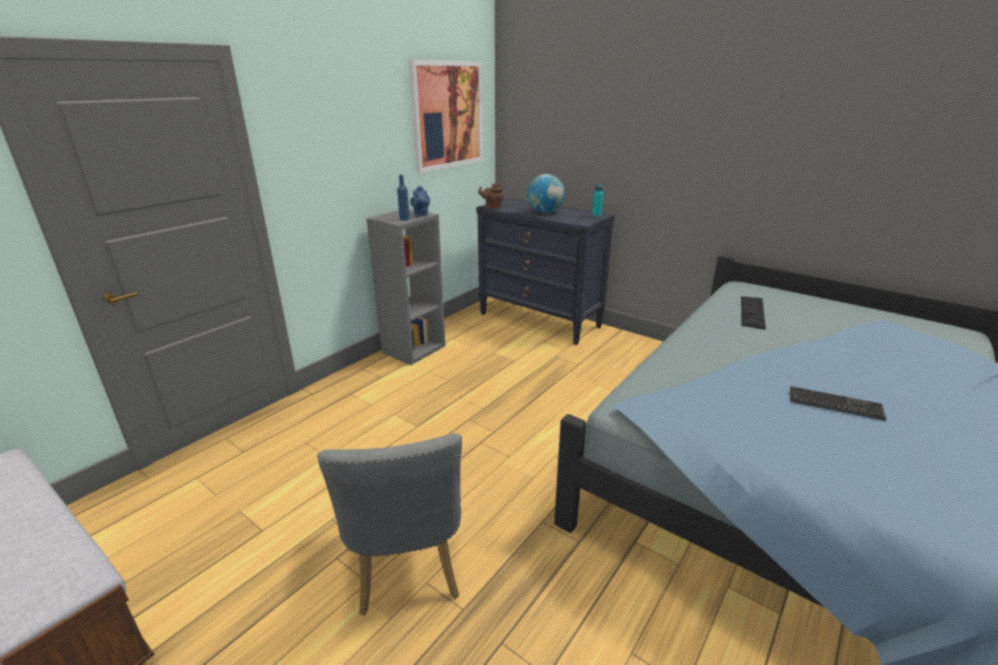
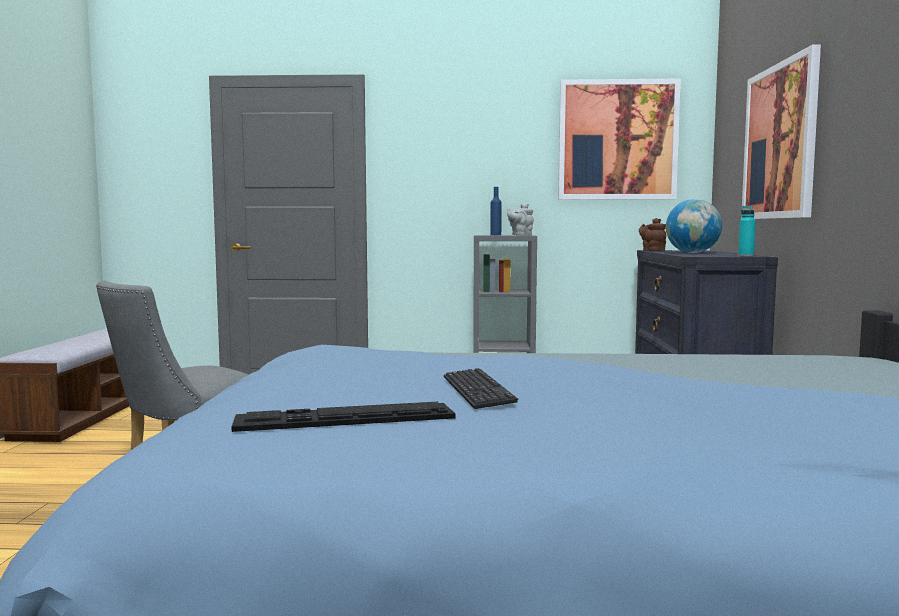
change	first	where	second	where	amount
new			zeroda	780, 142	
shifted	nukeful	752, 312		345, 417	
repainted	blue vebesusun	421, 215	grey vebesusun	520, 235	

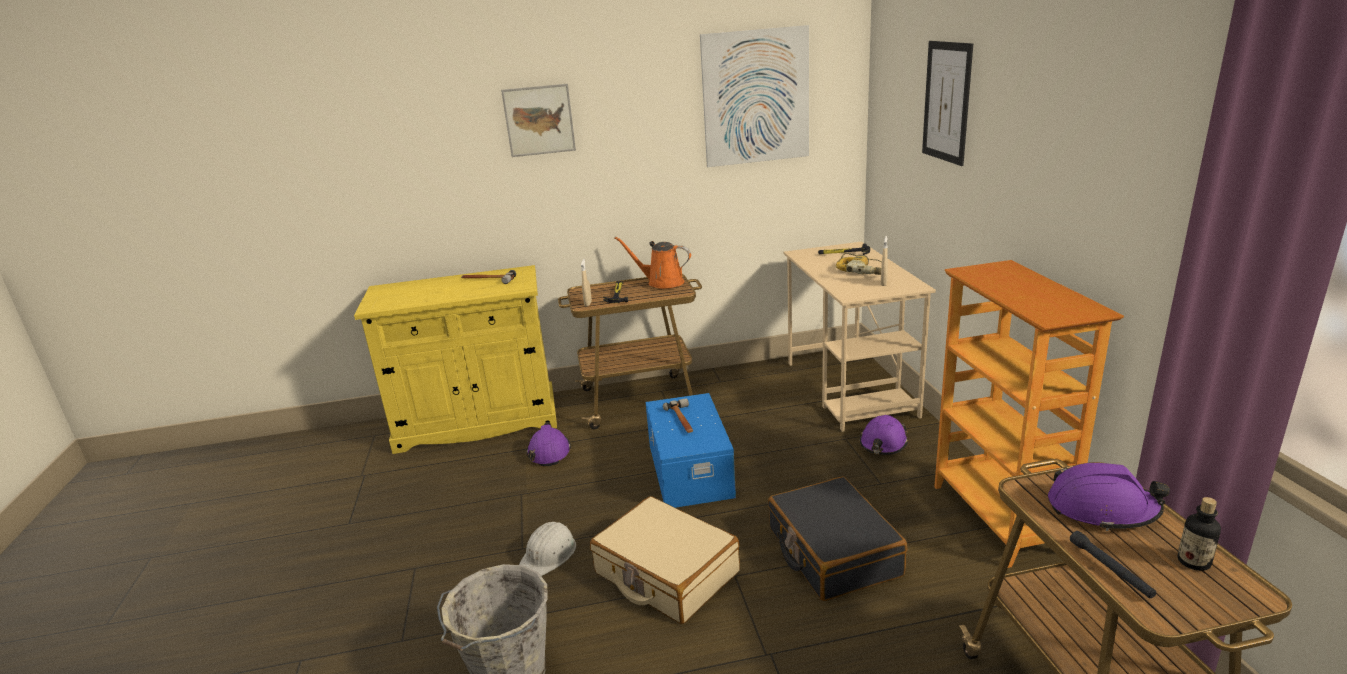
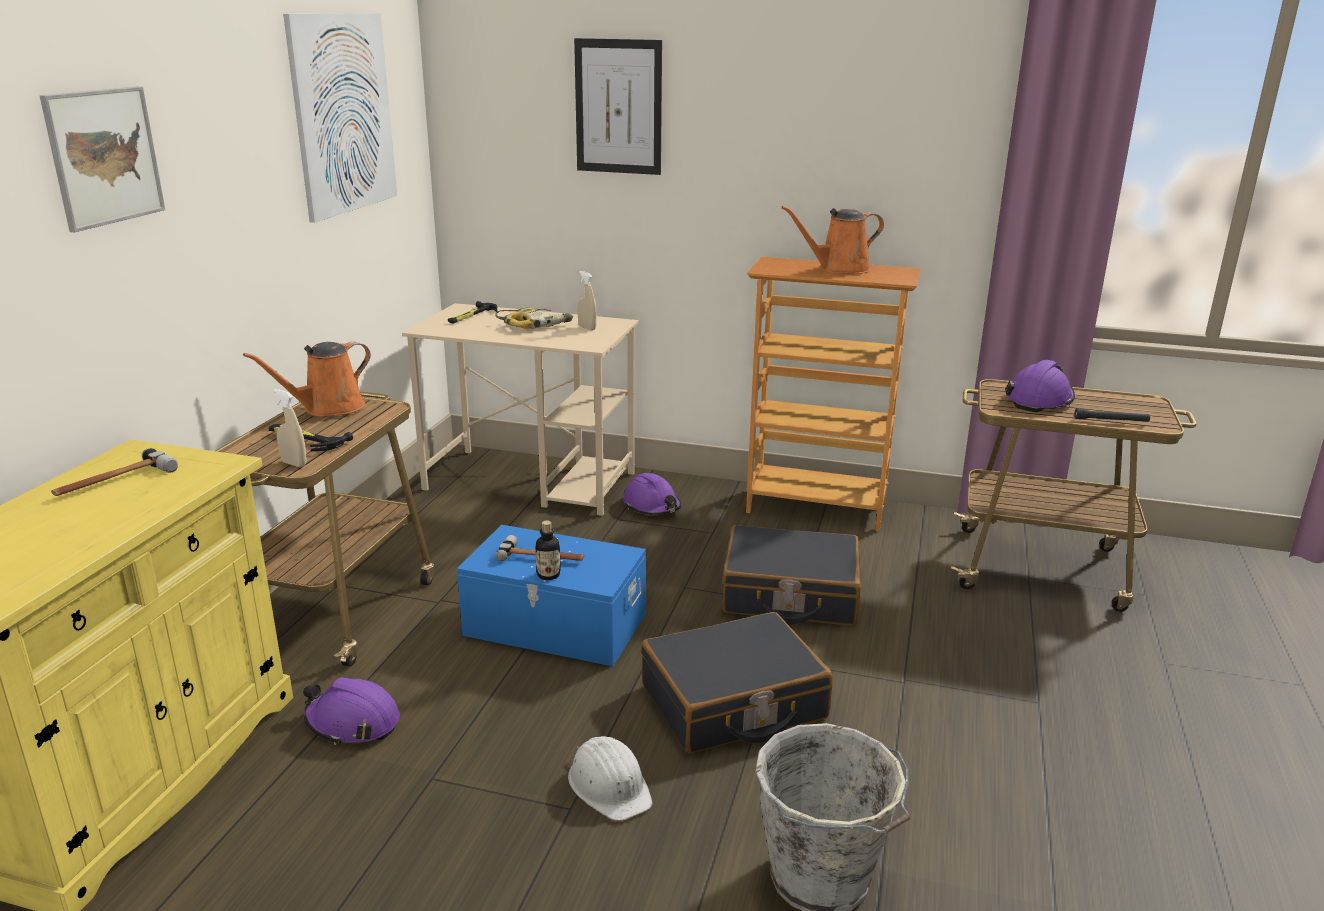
change	first	where	second	where	amount
new			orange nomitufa	839, 269	
shifted	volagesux	1193, 562		548, 575	
repainted	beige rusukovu	666, 573	black rusukovu	733, 703	

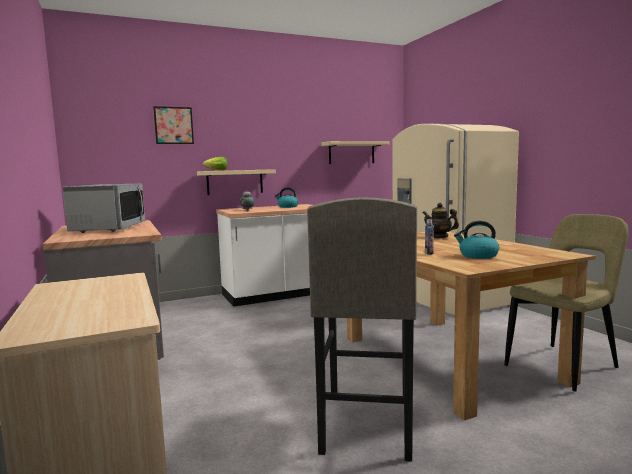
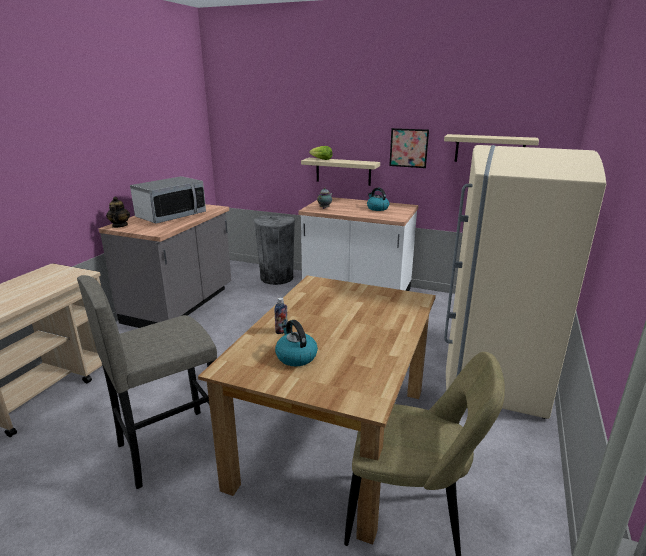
change	first	where	second	where	amount
new			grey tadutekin	277, 278	
shifted	zeroda	173, 125		408, 148	
shifted	vebesusun	439, 237		119, 226	

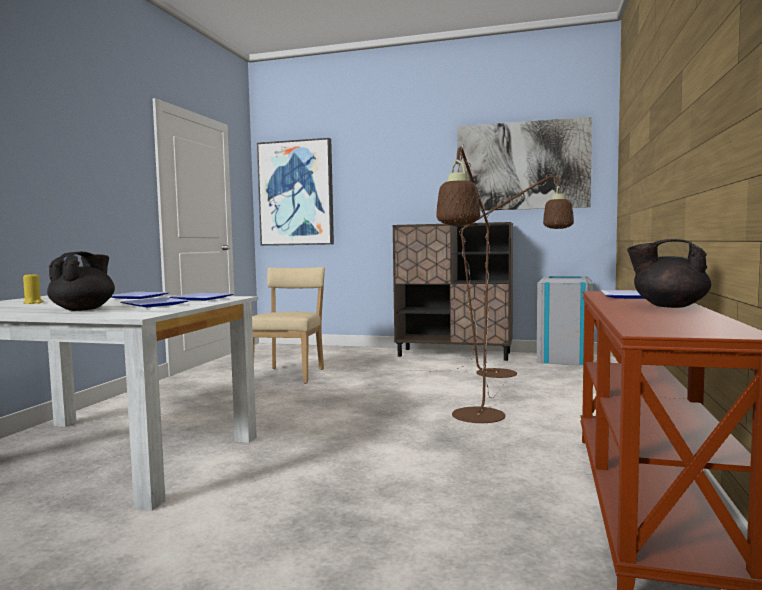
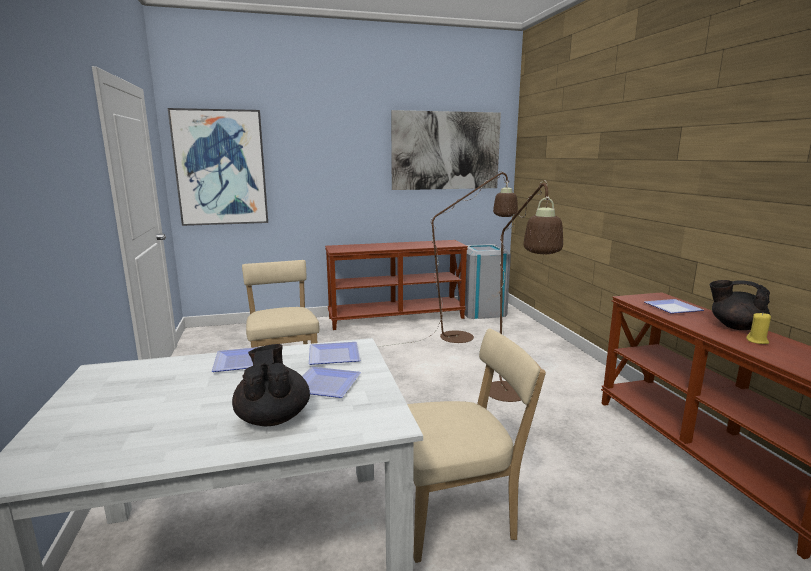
change	first	where	second	where	amount
new			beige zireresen	457, 514	
shifted	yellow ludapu	33, 303		757, 341	
swapped	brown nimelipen	454, 354	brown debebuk	396, 318	
rotated	black vebesusun	668, 306		735, 327	45 degrees clockwise

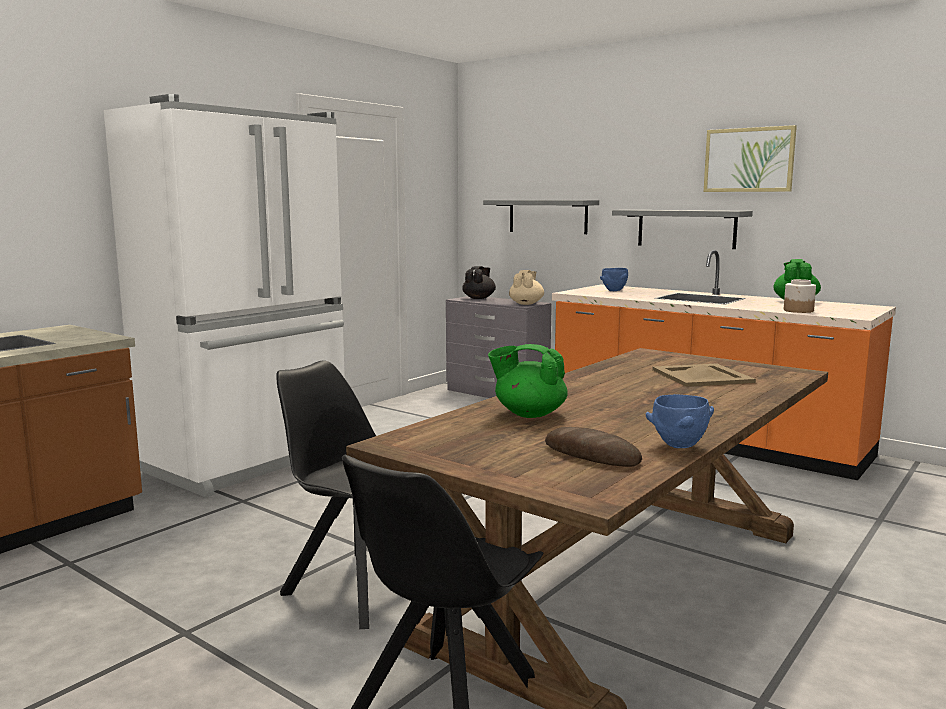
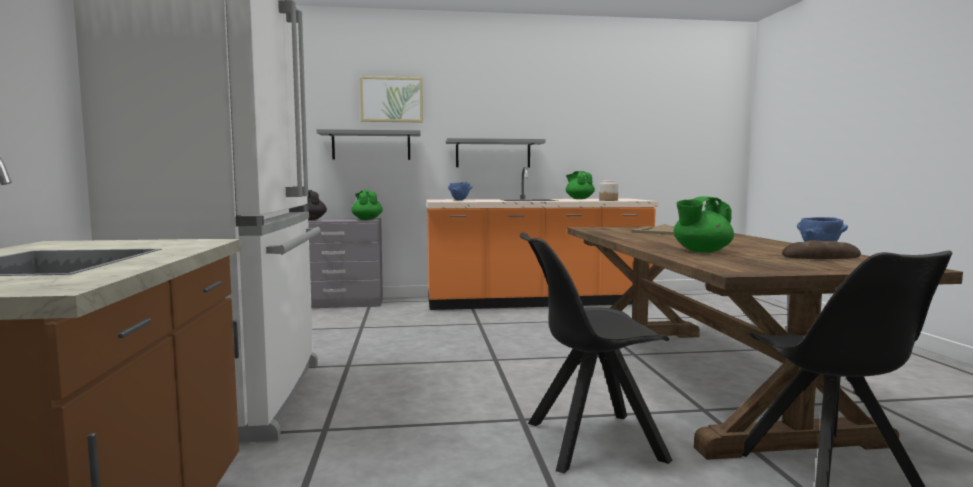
change	first	where	second	where	amount
shifted	zeroda	749, 160		391, 99	
repainted	beige vebesusun	526, 304	green vebesusun	367, 219	

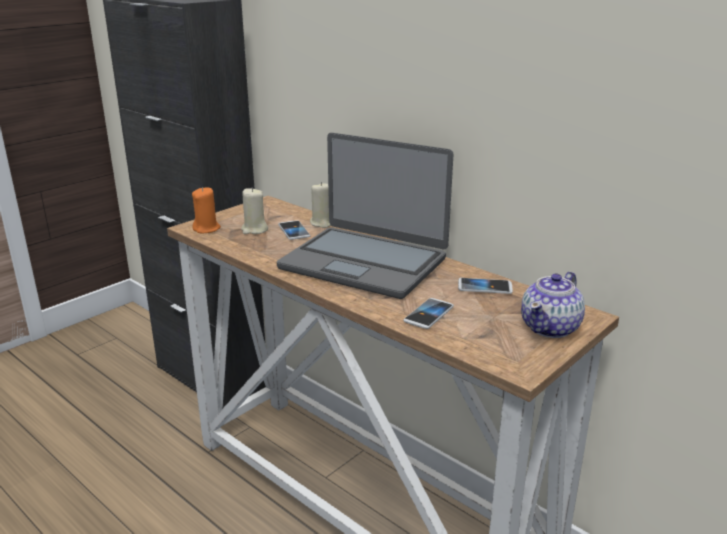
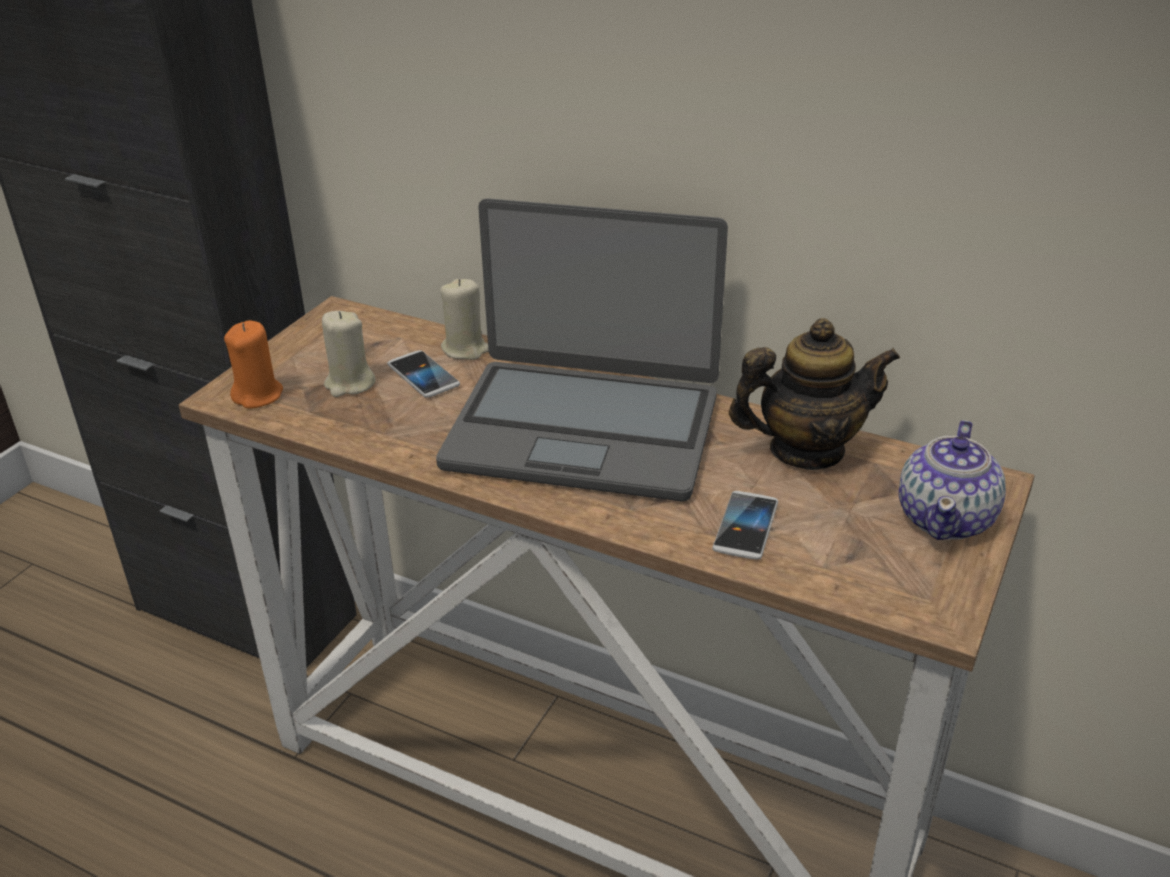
change	first	where	second	where	amount
swapped	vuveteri	484, 287	vebesusun	806, 450	

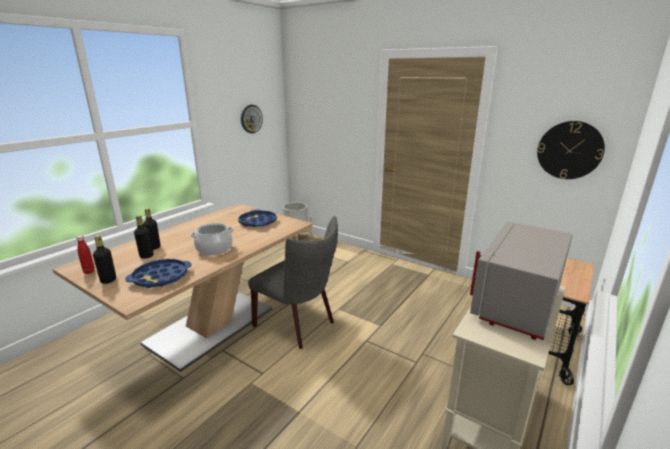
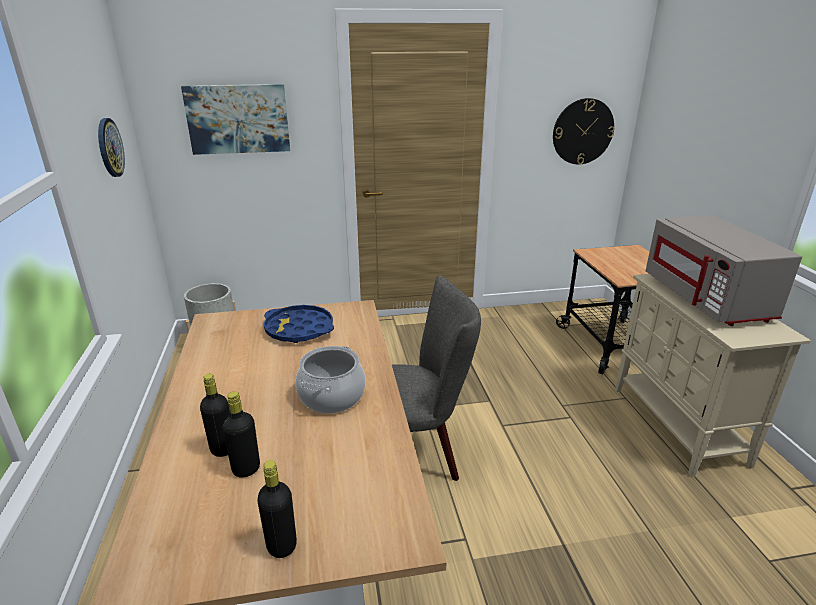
change	first	where	second	where	amount
gone	red volagesux	89, 272			
gone	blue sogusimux	161, 277			
new			zeroda	238, 119	

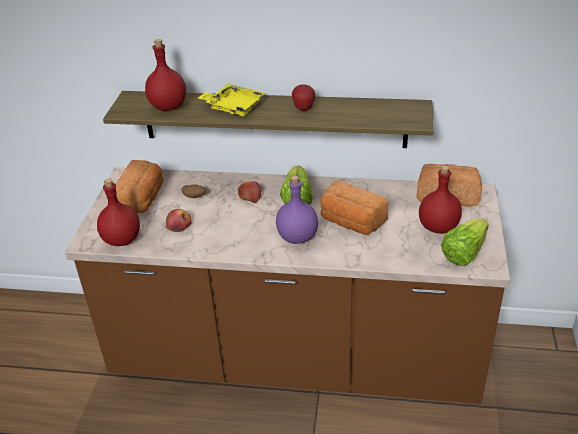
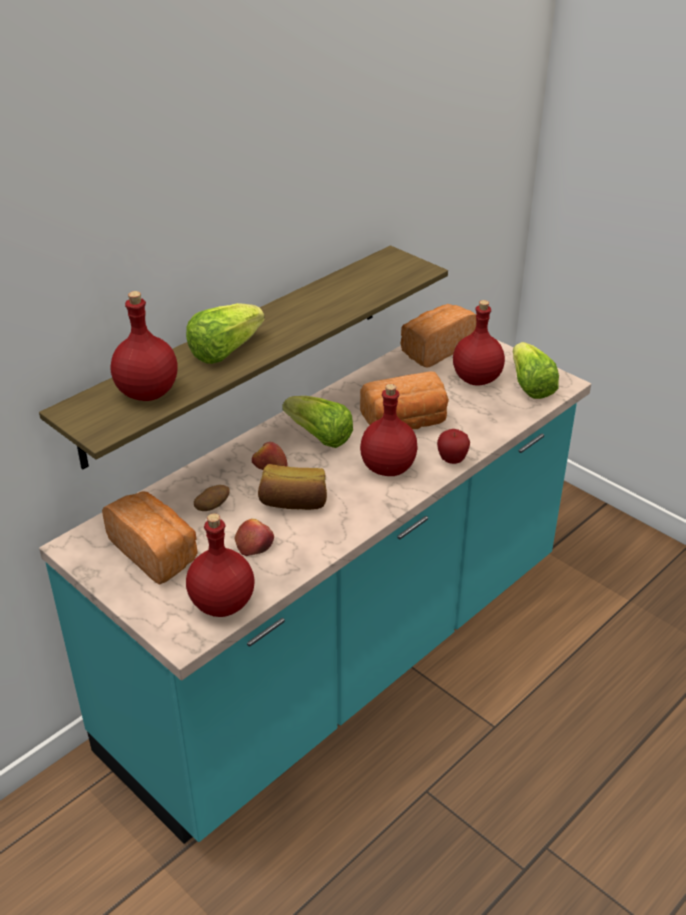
change	first	where	second	where	amount
new			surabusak	293, 502	
shifted	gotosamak	303, 109		452, 460	
swapped	yellow sogusimux	234, 107	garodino	224, 351	
repainted	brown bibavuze	296, 358	turquoise bibavuze	343, 655	
repainted	purple volagesux	296, 237	red volagesux	387, 468	

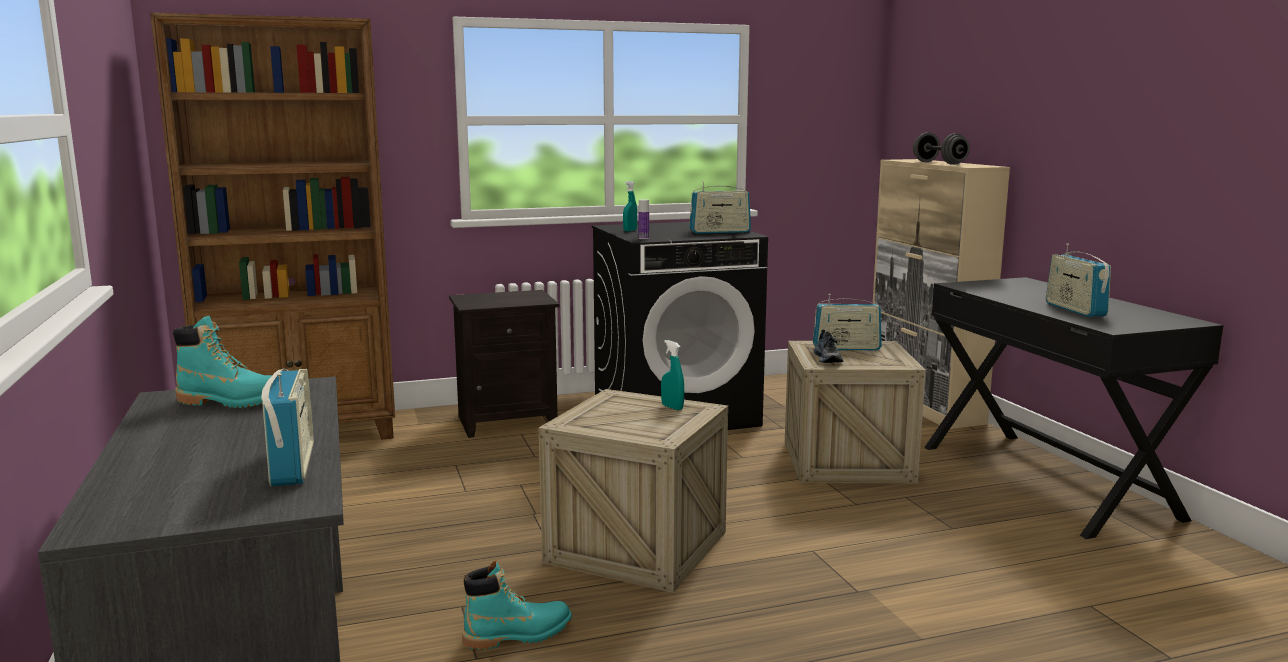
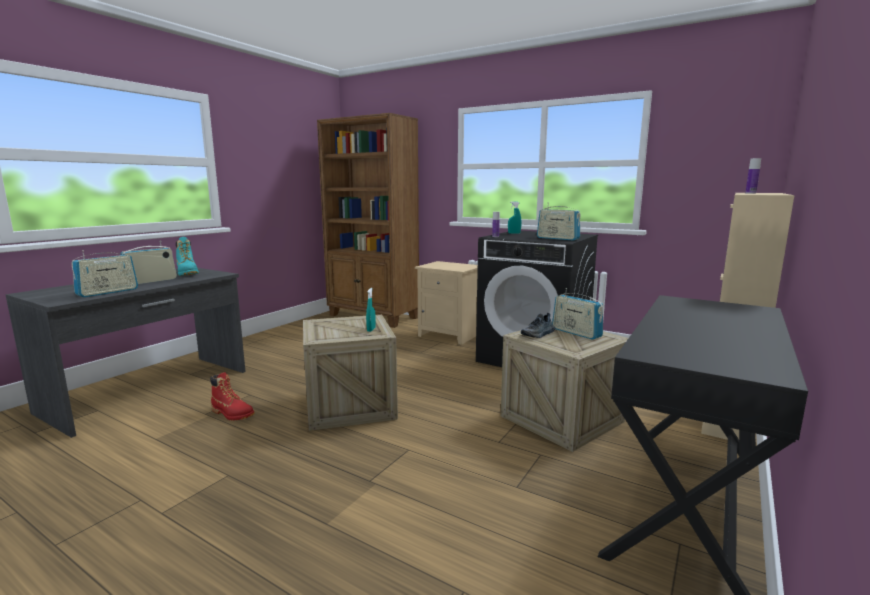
change	first	where	second	where	amount
shifted	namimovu	1075, 310		150, 281	
swapped	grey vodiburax	939, 163	volagesux	750, 193	
repainted	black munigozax	508, 421	beige munigozax	450, 335	
repainted	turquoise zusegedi	518, 635	red zusegedi	232, 414	

